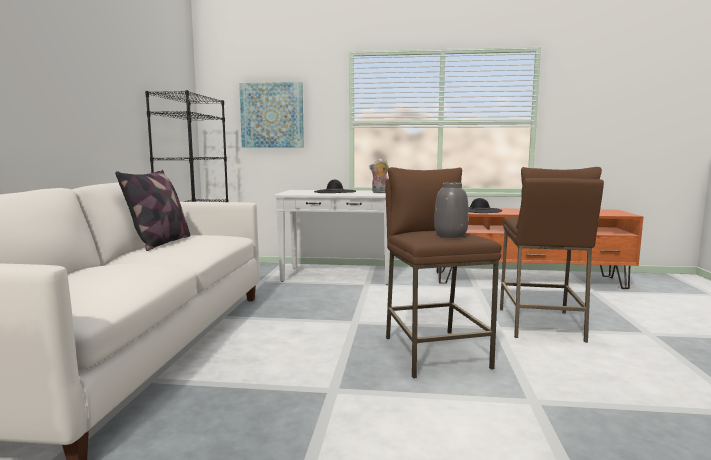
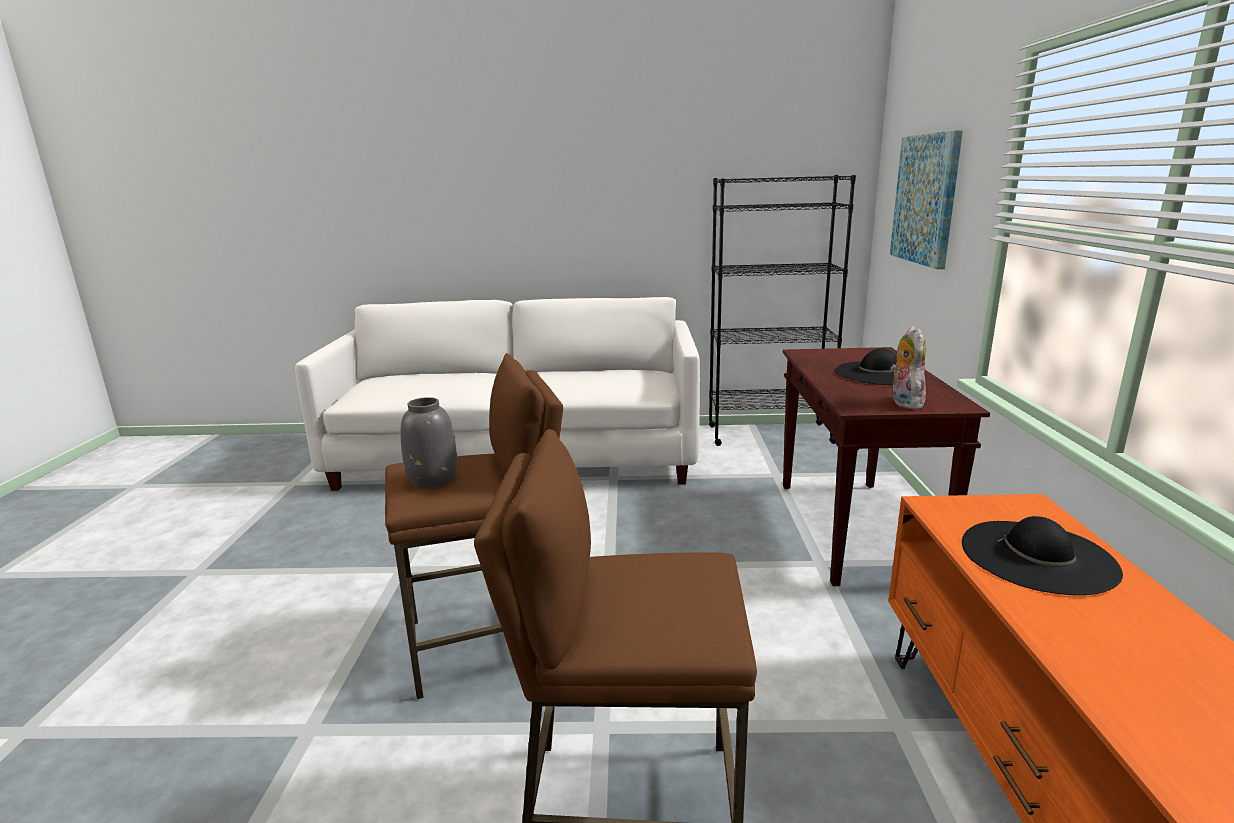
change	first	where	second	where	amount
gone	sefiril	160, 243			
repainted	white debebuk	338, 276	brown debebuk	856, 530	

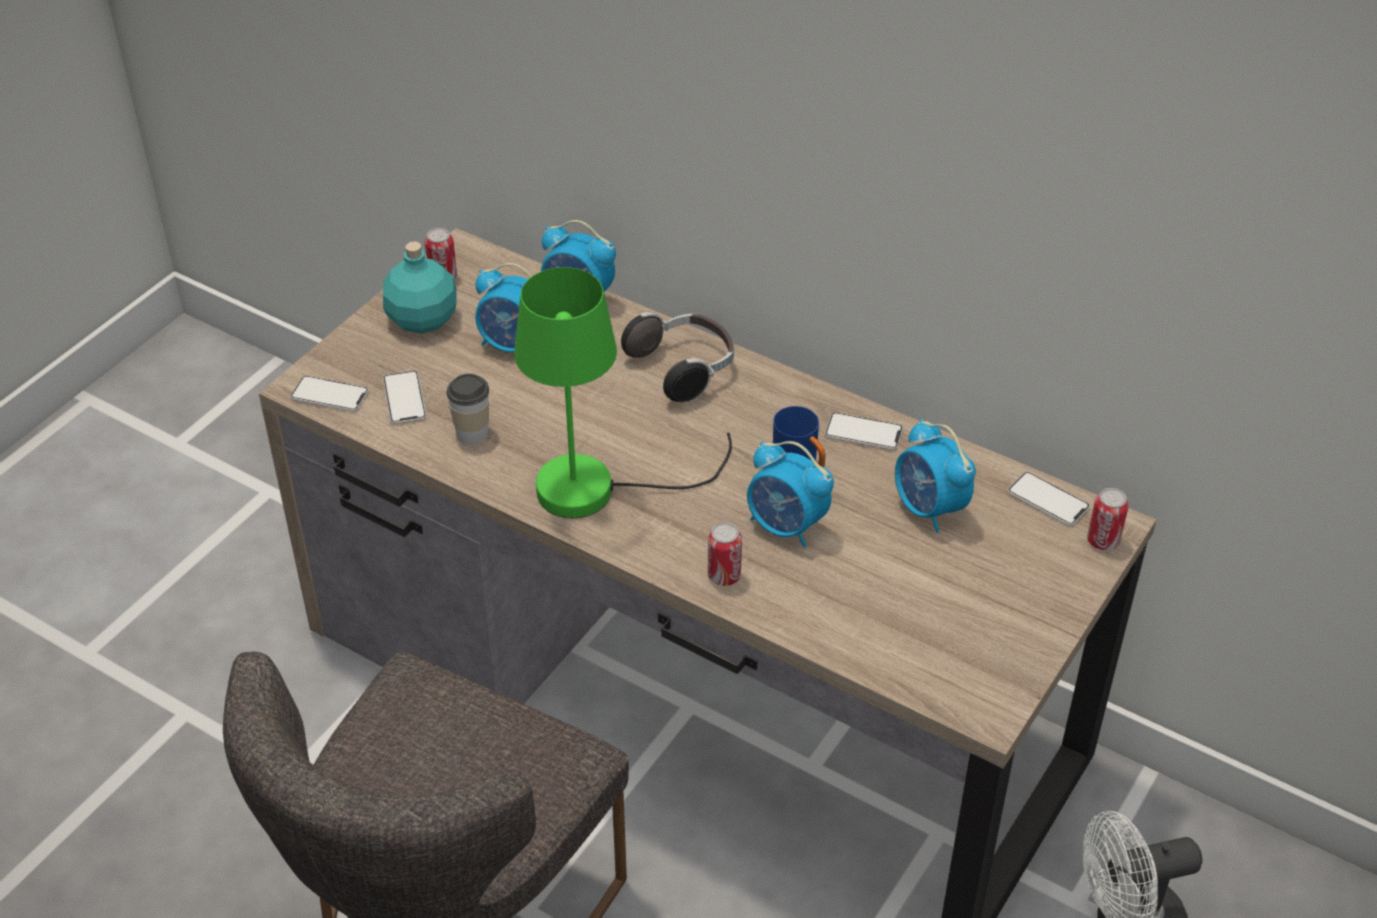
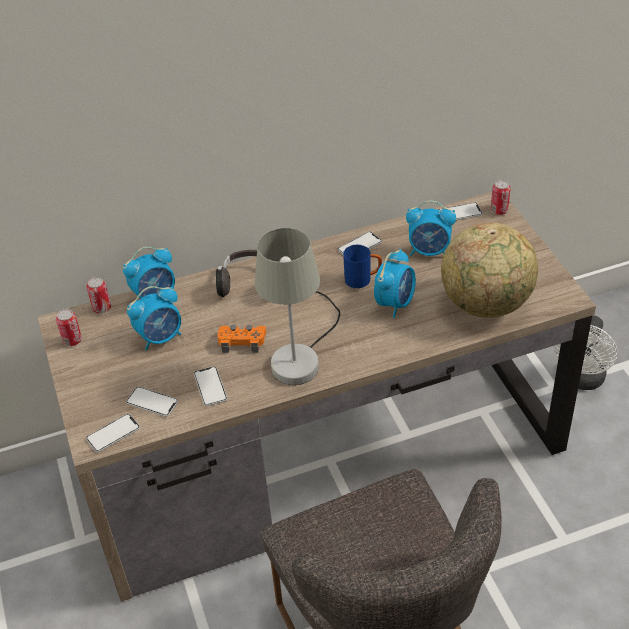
change	first	where	second	where	amount
gone	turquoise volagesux	422, 320			
new			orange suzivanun	242, 341	
new			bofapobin	486, 304	
shifted	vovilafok	724, 576		102, 308	
swapped	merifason	472, 434	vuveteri	210, 387	
repainted	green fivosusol	598, 487	grey fivosusol	301, 356	
rotated	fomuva	786, 526		395, 303	45 degrees counterclockwise

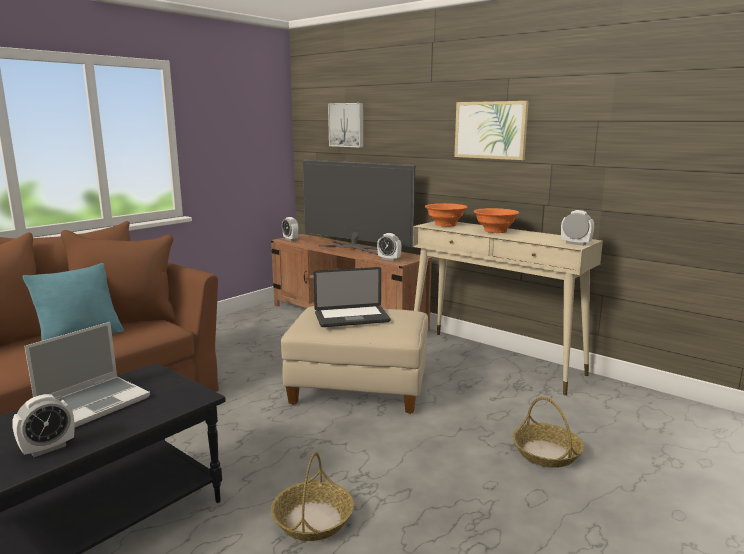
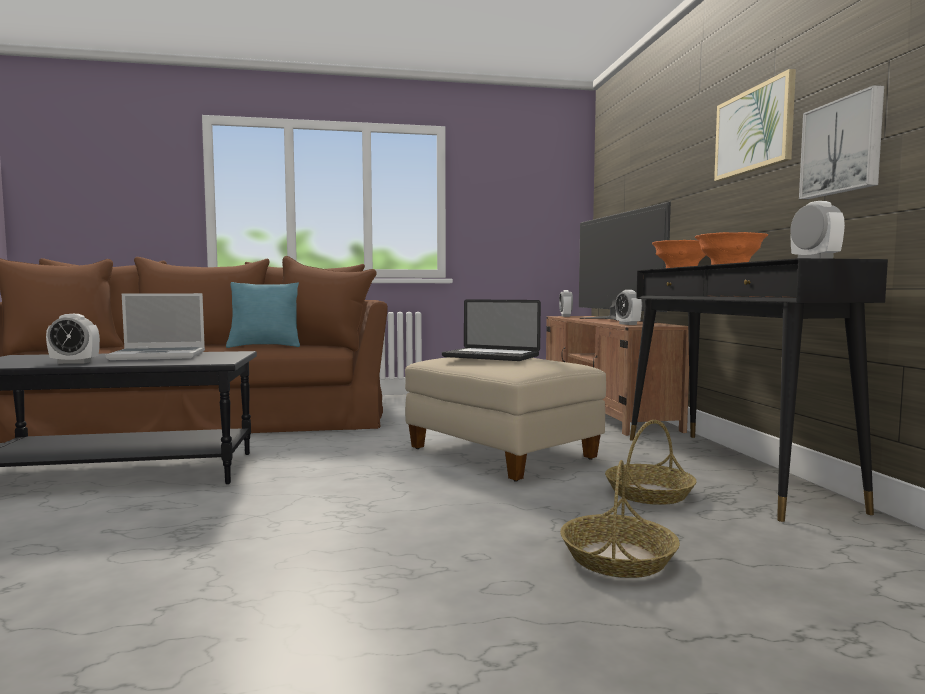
change	first	where	second	where	amount
shifted	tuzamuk	313, 519		649, 493	
shifted	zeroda	347, 125		843, 147	
repainted	beige debebuk	495, 361	black debebuk	728, 470	

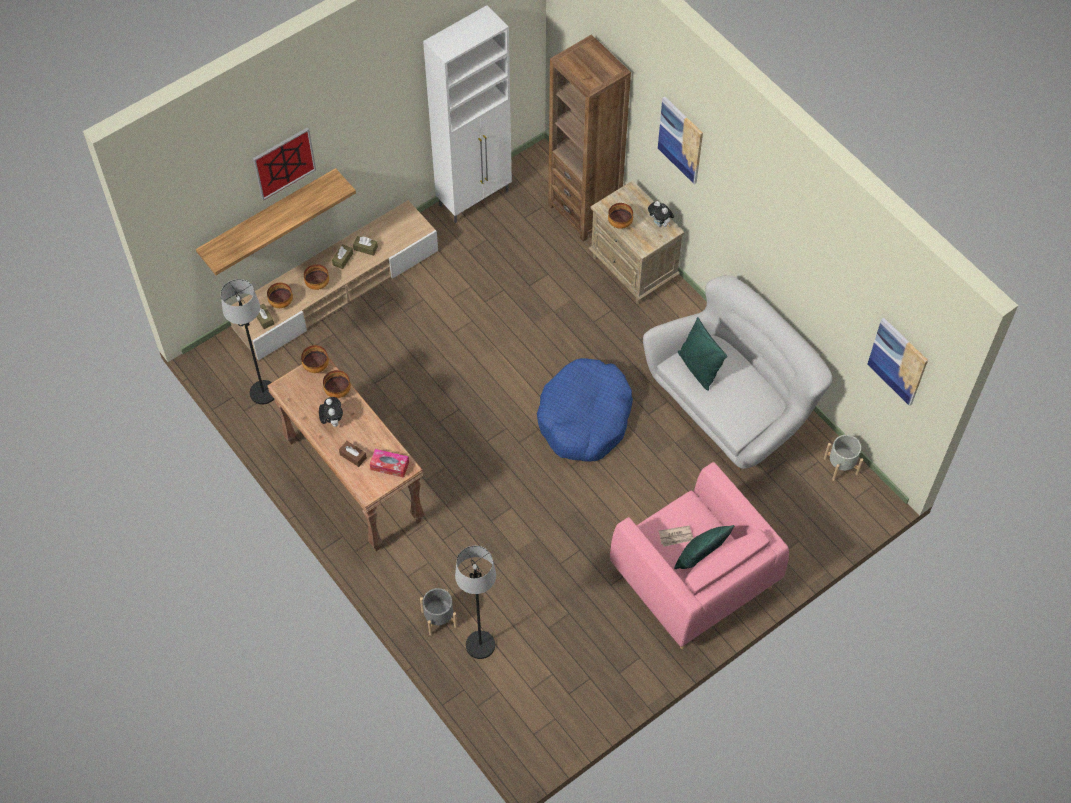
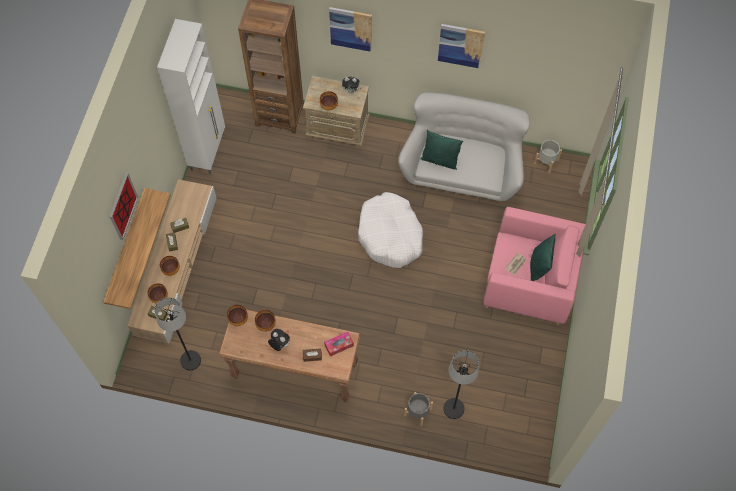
change	first	where	second	where	amount
shifted	zeroda	898, 361		461, 45	
repainted	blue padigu	584, 418	white padigu	390, 235	

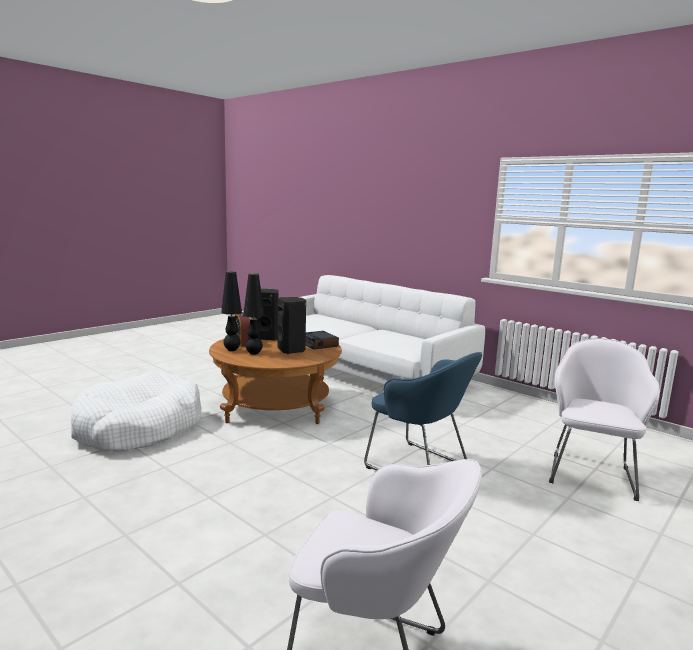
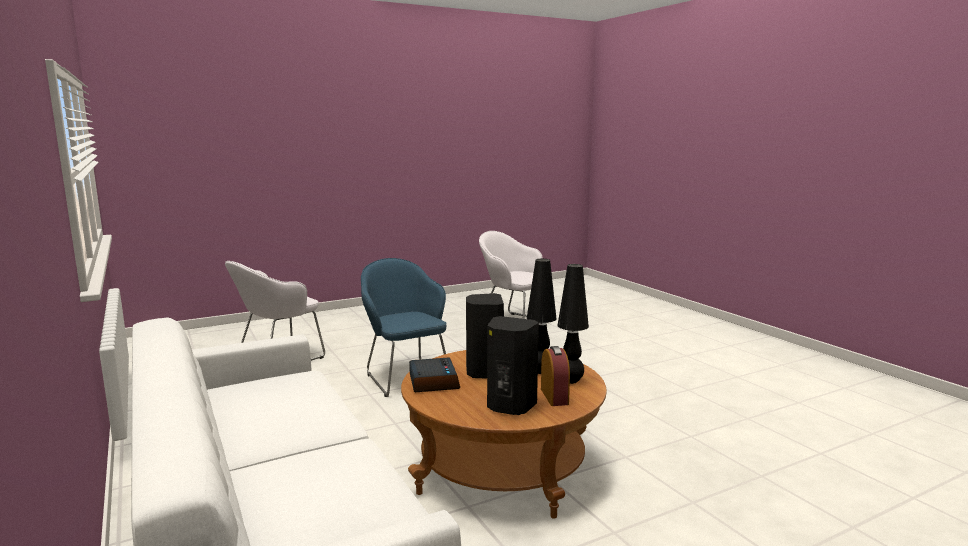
change	first	where	second	where	amount
gone	white padigu	139, 427			

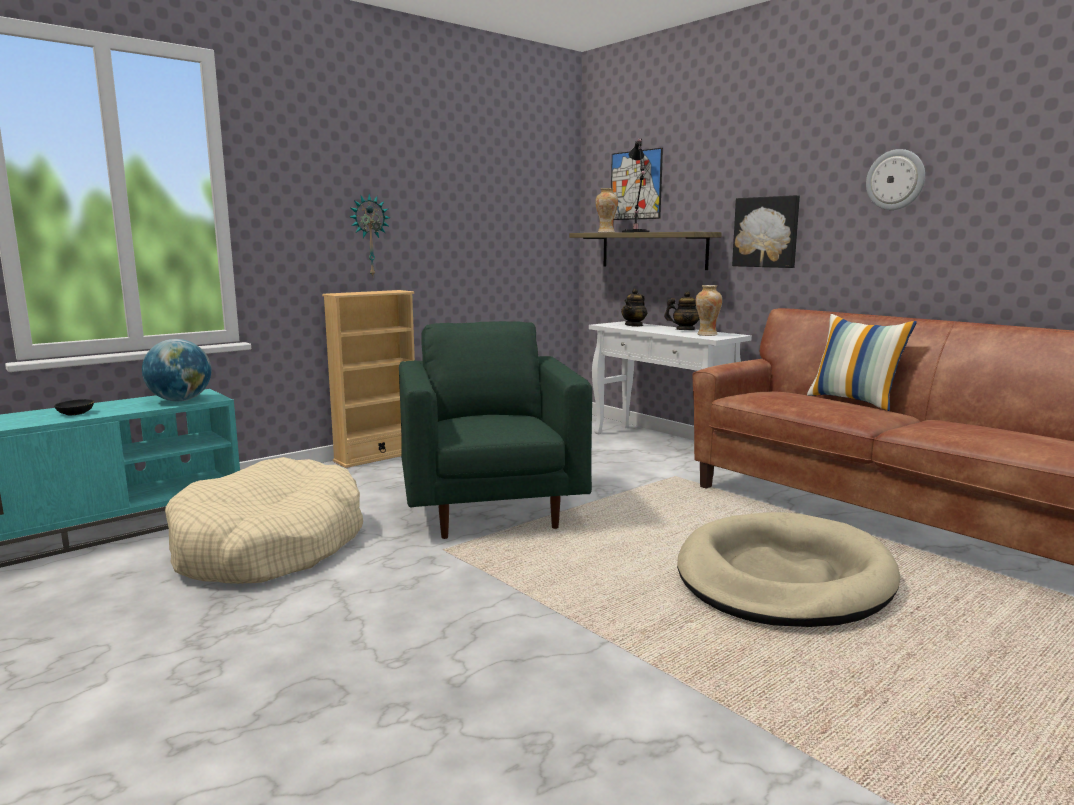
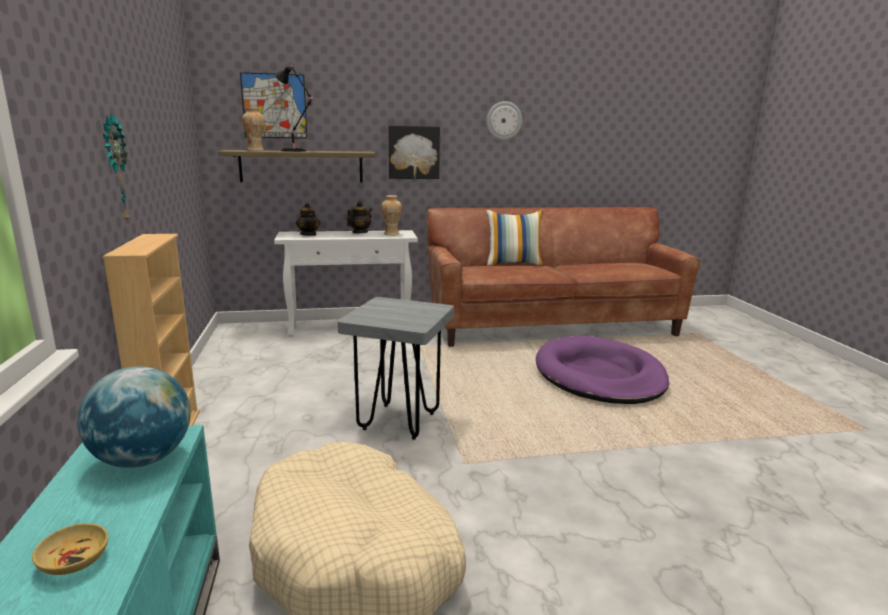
change	first	where	second	where	amount
swapped	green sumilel	491, 508	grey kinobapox	399, 421	
repainted	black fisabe	76, 413	beige fisabe	75, 560	
repainted	beige padigu	783, 578	purple padigu	599, 376	

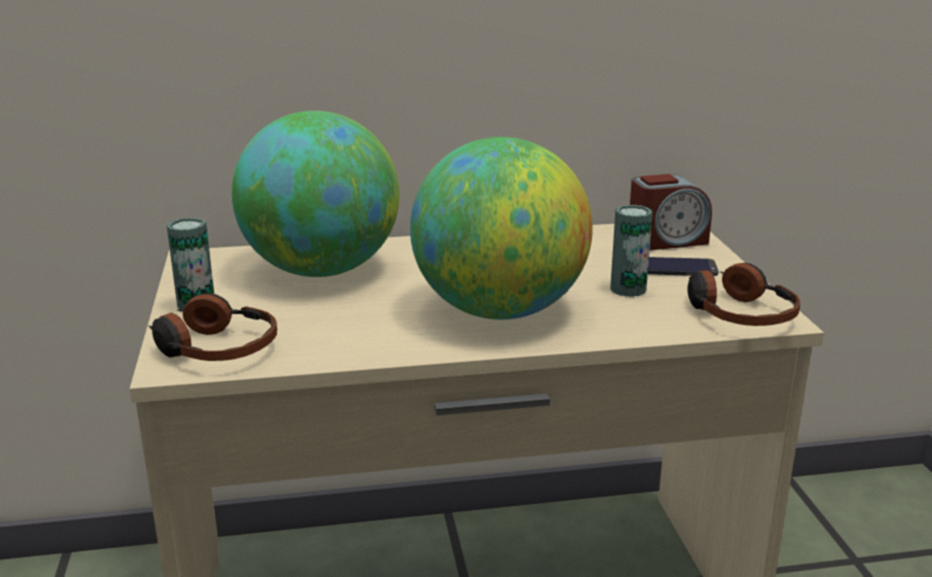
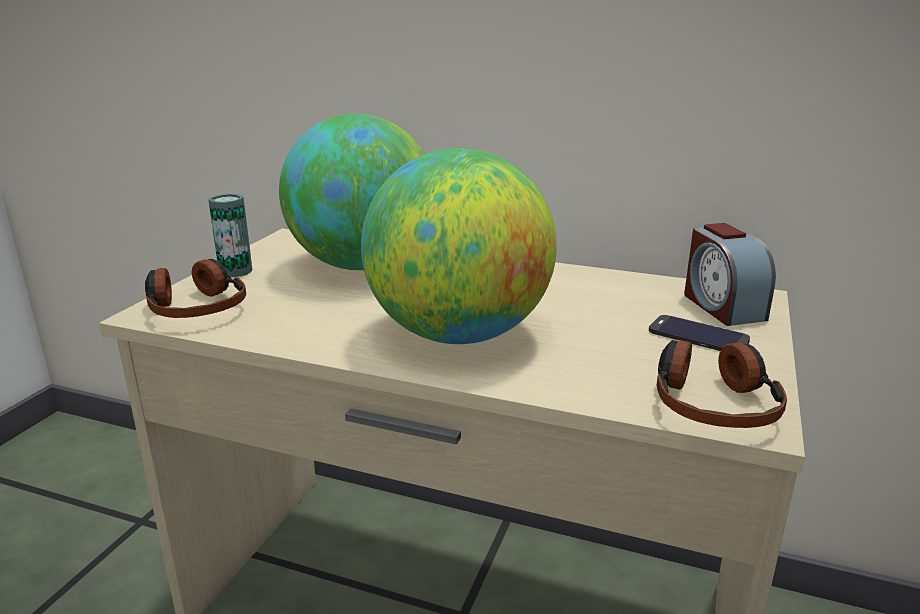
change	first	where	second	where	amount
gone	vovilafok	628, 289			
rotated	fomuva	666, 241		721, 306	60 degrees clockwise

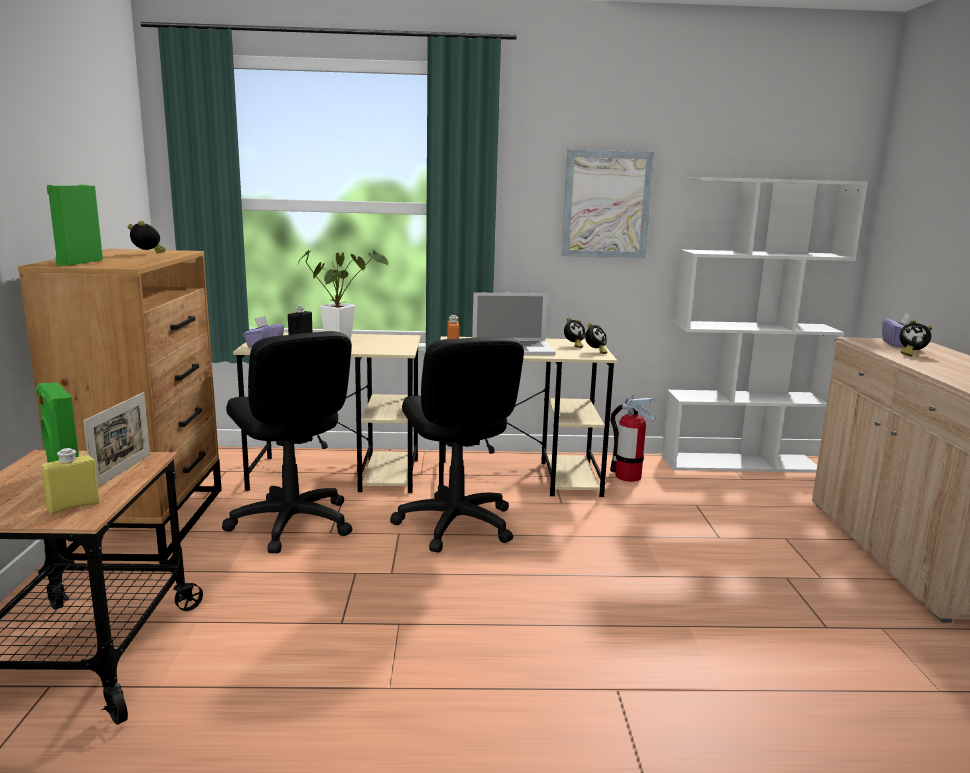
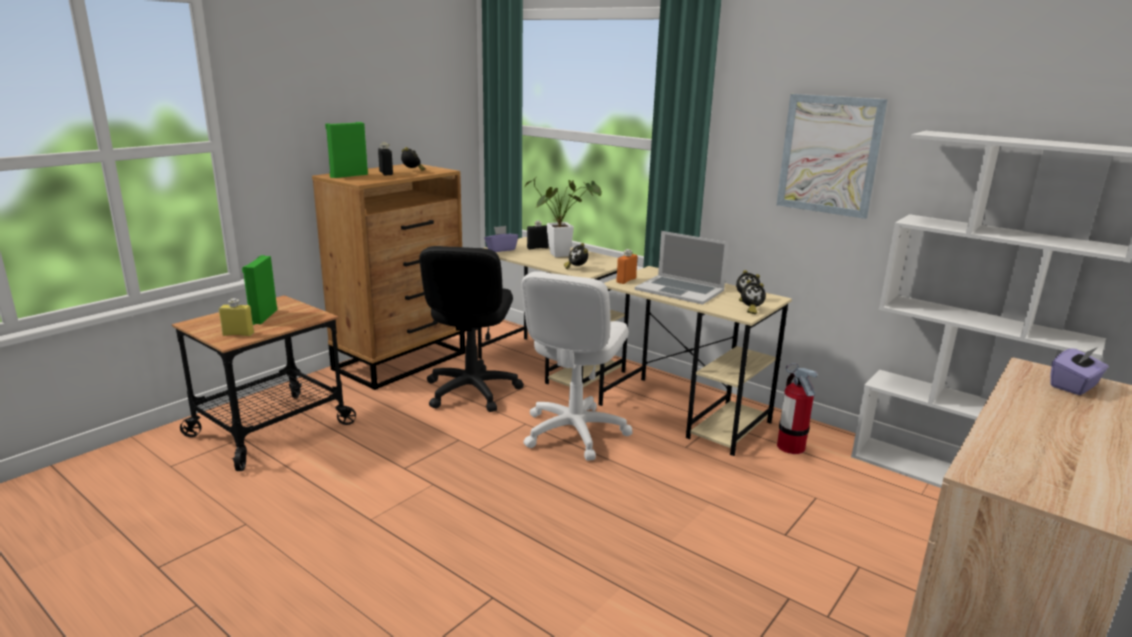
change	first	where	second	where	amount
gone	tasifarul	122, 471			
new			black volagesux	386, 173	
shifted	fomuva	910, 354		576, 268	
repainted	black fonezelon	455, 524	white fonezelon	574, 432	

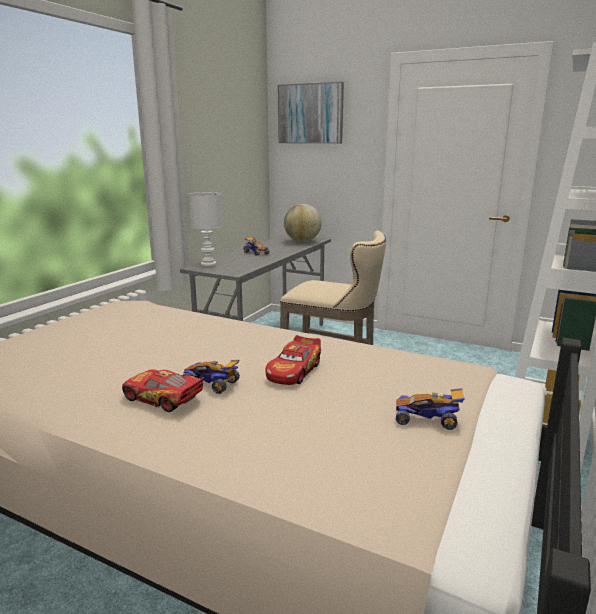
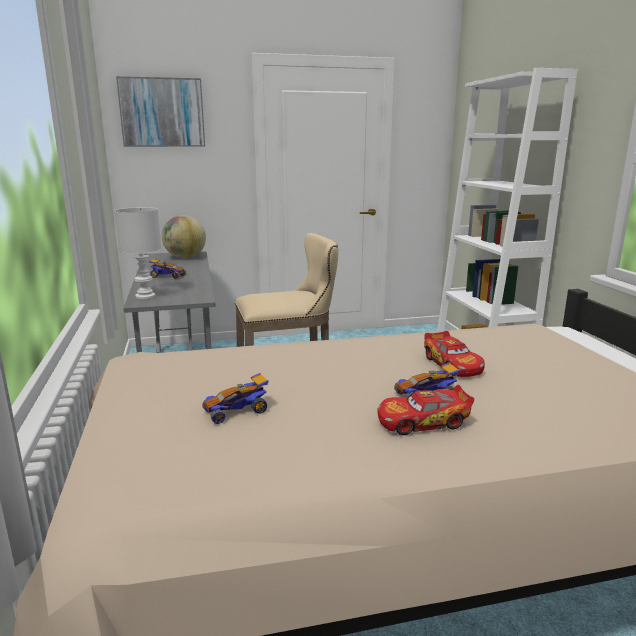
change	first	where	second	where	amount
shifted	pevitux	427, 419		237, 411	

